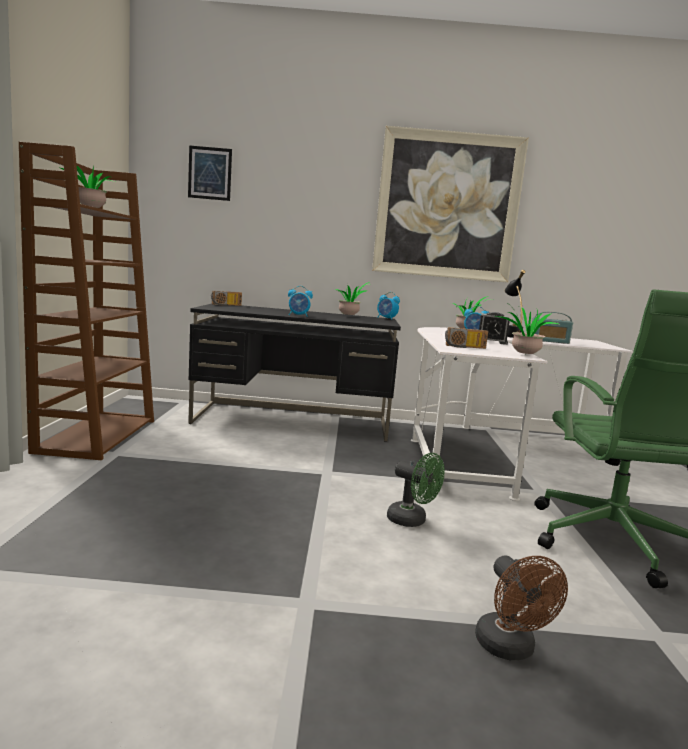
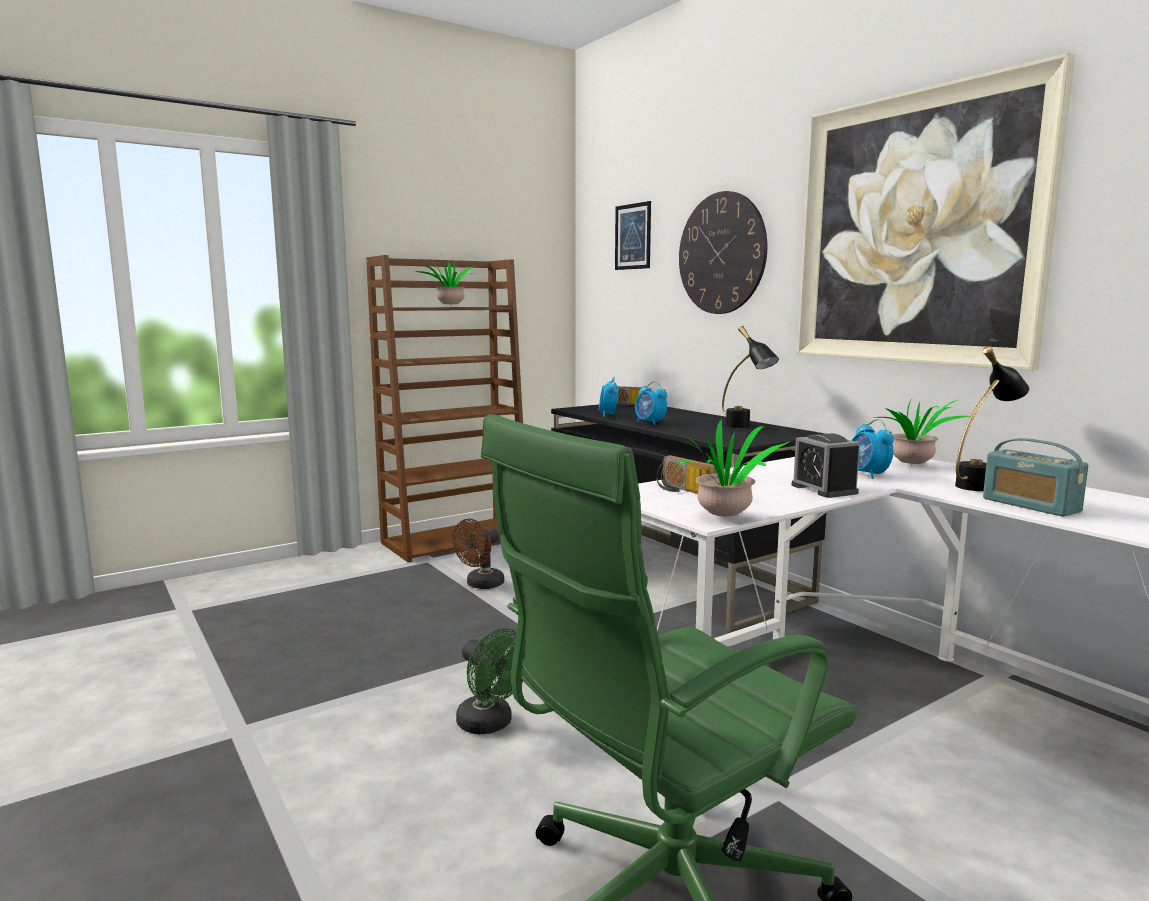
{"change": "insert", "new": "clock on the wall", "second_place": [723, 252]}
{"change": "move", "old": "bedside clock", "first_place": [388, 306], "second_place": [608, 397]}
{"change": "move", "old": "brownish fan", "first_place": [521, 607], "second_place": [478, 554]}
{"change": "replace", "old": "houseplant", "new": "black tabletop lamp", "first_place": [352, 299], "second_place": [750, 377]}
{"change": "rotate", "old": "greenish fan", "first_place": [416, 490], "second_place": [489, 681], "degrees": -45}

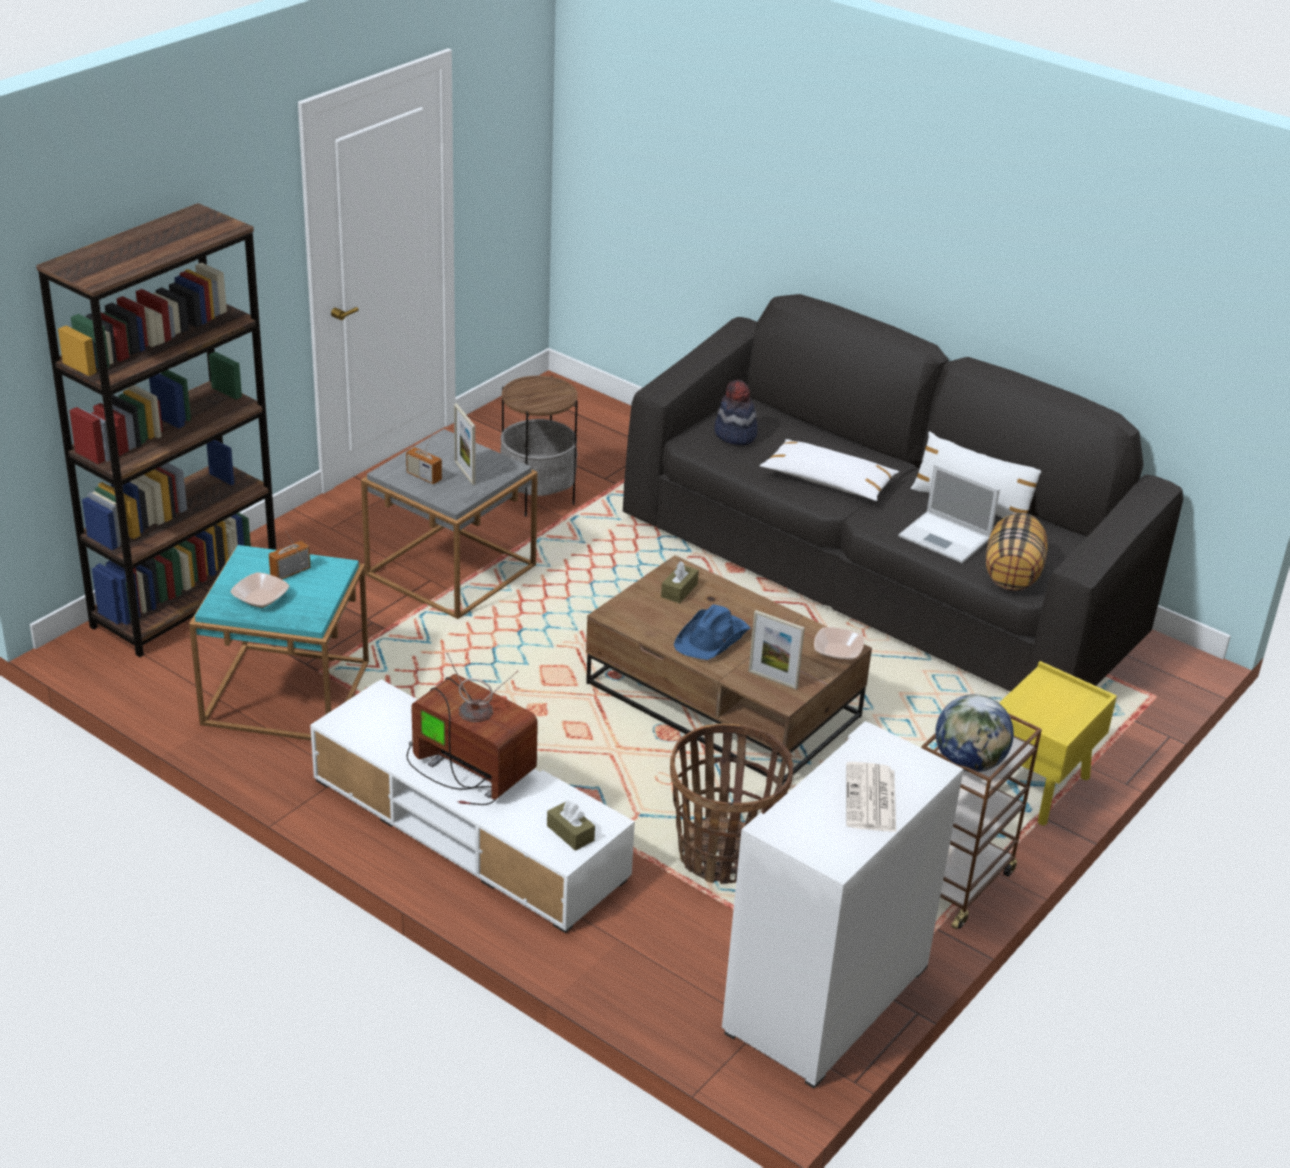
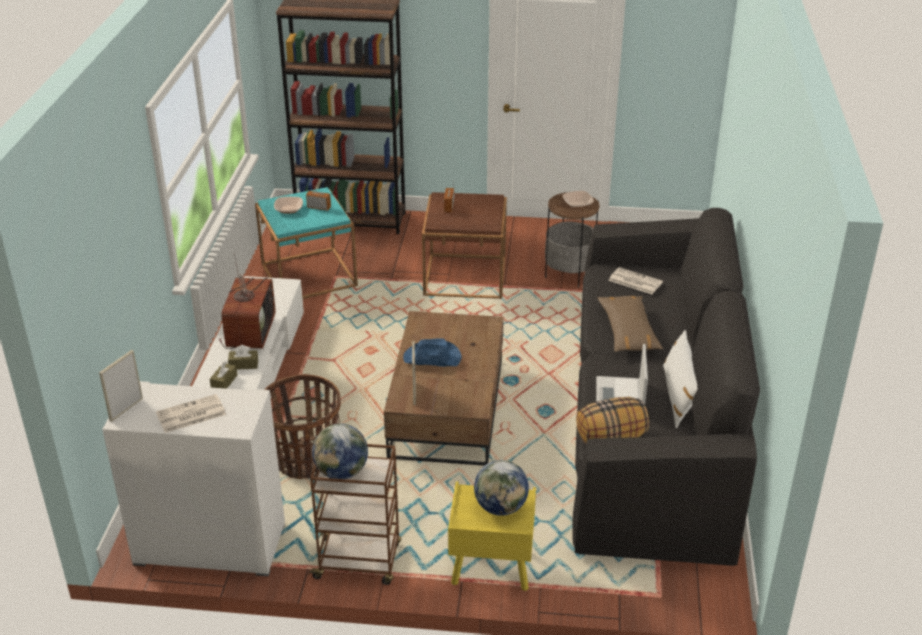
{"change": "insert", "new": "globe", "second_place": [501, 488]}
{"change": "move", "old": "standing frame", "first_place": [465, 444], "second_place": [121, 386]}
{"change": "move", "old": "brownish box of tissues", "first_place": [680, 582], "second_place": [243, 357]}
{"change": "move", "old": "deep dish", "first_place": [839, 644], "second_place": [578, 199]}
{"change": "replace", "old": "clothing hat", "new": "newspaper", "first_place": [735, 412], "second_place": [635, 280]}
{"change": "recolor", "old": "greyish accent table", "new": "brownish accent table", "first_place": [449, 524], "second_place": [464, 245]}
{"change": "recolor", "old": "white-coloured cushion", "new": "brownish cushion", "first_place": [829, 470], "second_place": [630, 324]}

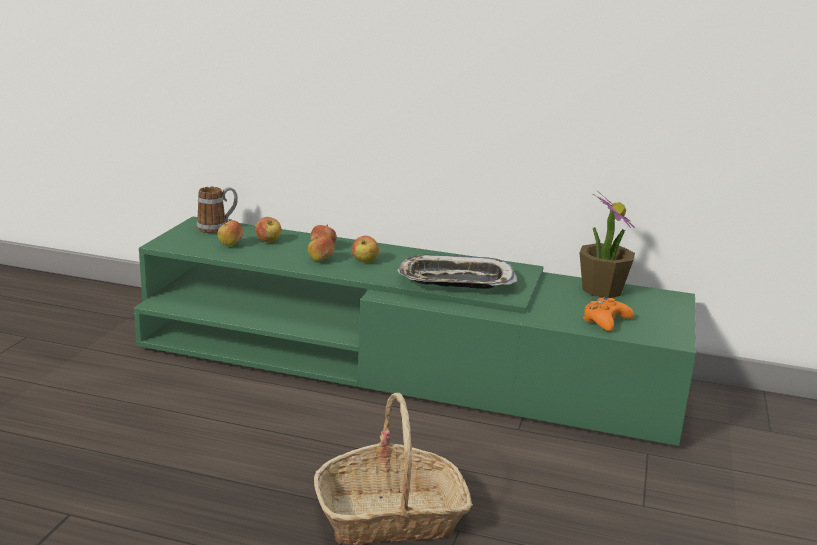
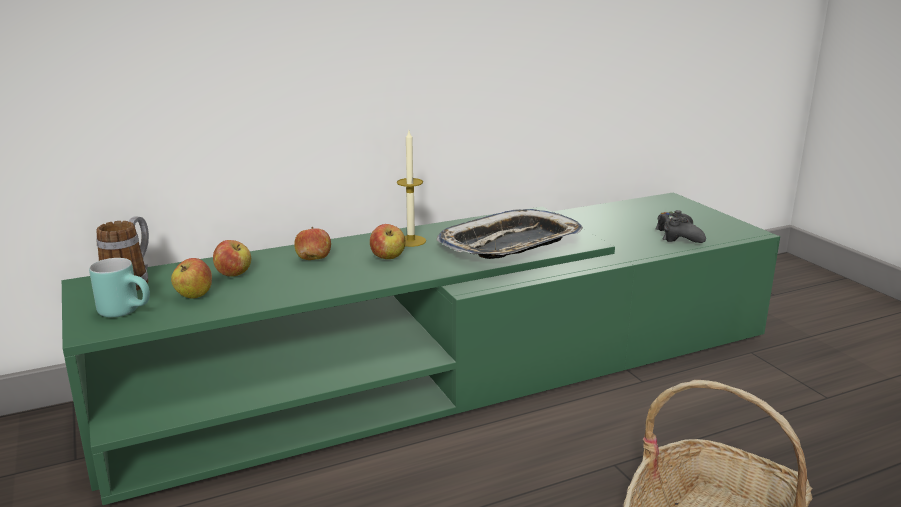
{"change": "delete", "old": "whole apple", "first_place": [321, 249]}
{"change": "delete", "old": "houseplant", "first_place": [607, 245]}
{"change": "insert", "new": "turquoise-coloured mug", "second_place": [119, 287]}
{"change": "insert", "new": "candle", "second_place": [411, 189]}
{"change": "recolor", "old": "orange joypad", "new": "black joypad", "first_place": [608, 314], "second_place": [680, 226]}

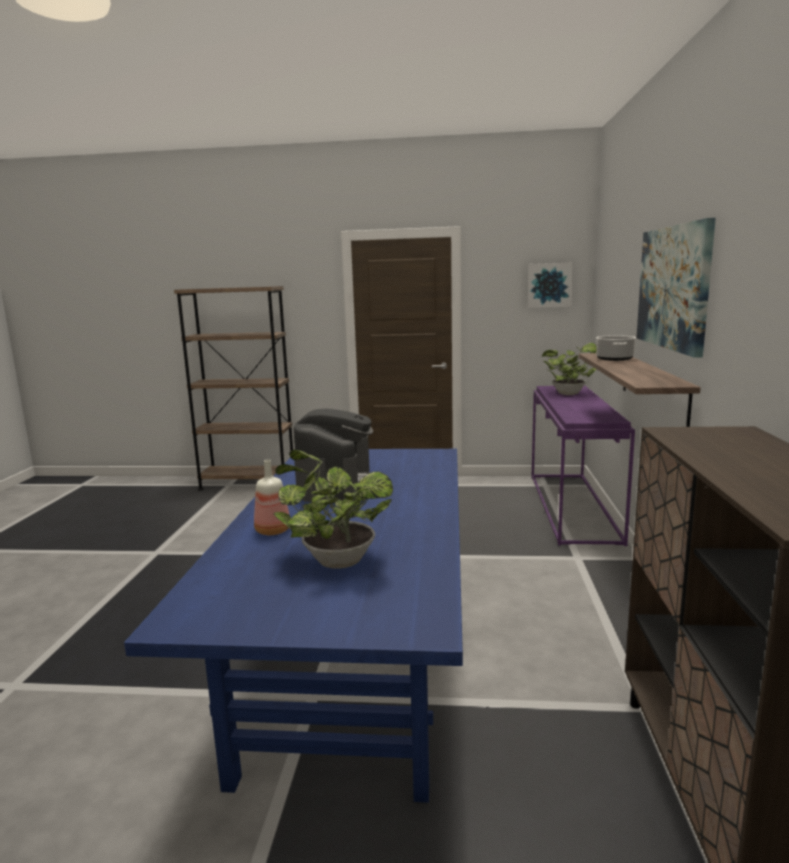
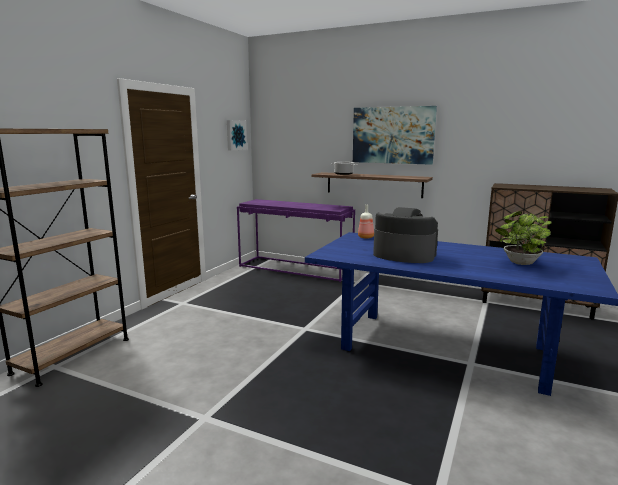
{"change": "delete", "old": "houseplant", "first_place": [569, 369]}
{"change": "move", "old": "drink bottle", "first_place": [272, 497], "second_place": [366, 222]}

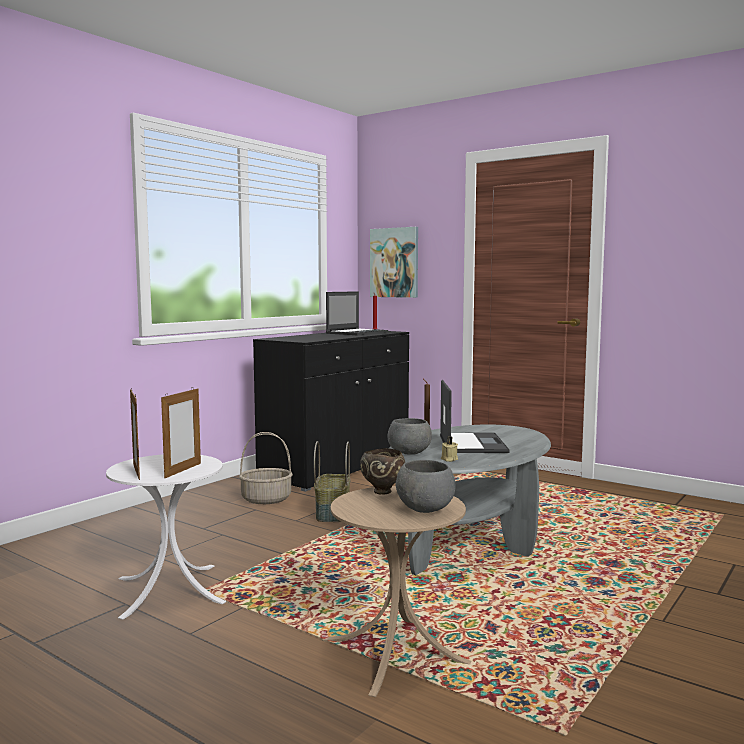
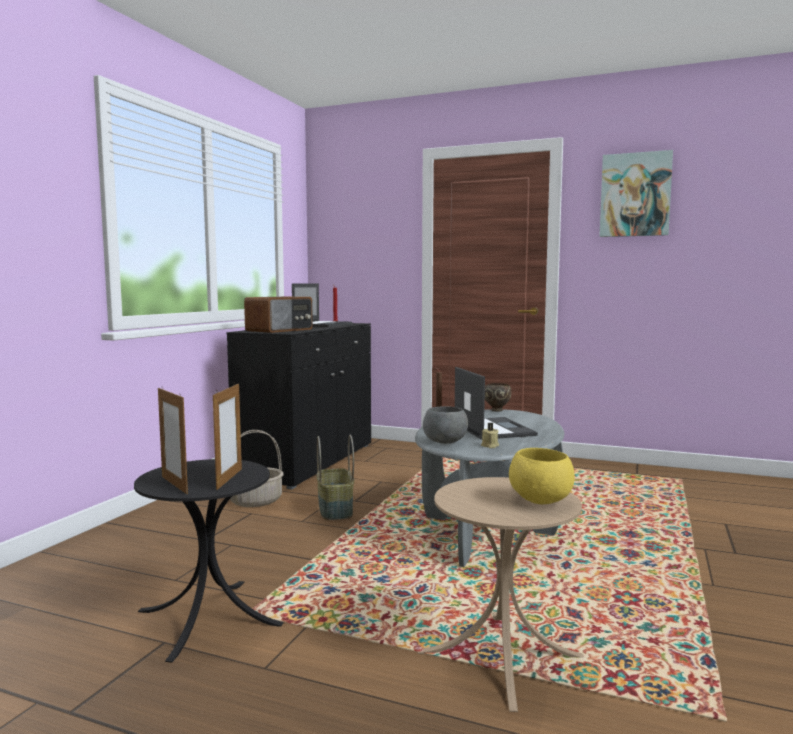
{"change": "insert", "new": "radio set", "second_place": [278, 315]}
{"change": "move", "old": "brownish deep dish", "first_place": [382, 471], "second_place": [498, 397]}
{"change": "move", "old": "wall picture", "first_place": [394, 262], "second_place": [636, 193]}
{"change": "recolor", "old": "white-coloured accent table", "new": "black accent table", "first_place": [166, 537], "second_place": [209, 561]}
{"change": "recolor", "old": "greyish deep dish", "new": "yellowish deep dish", "first_place": [426, 486], "second_place": [542, 476]}

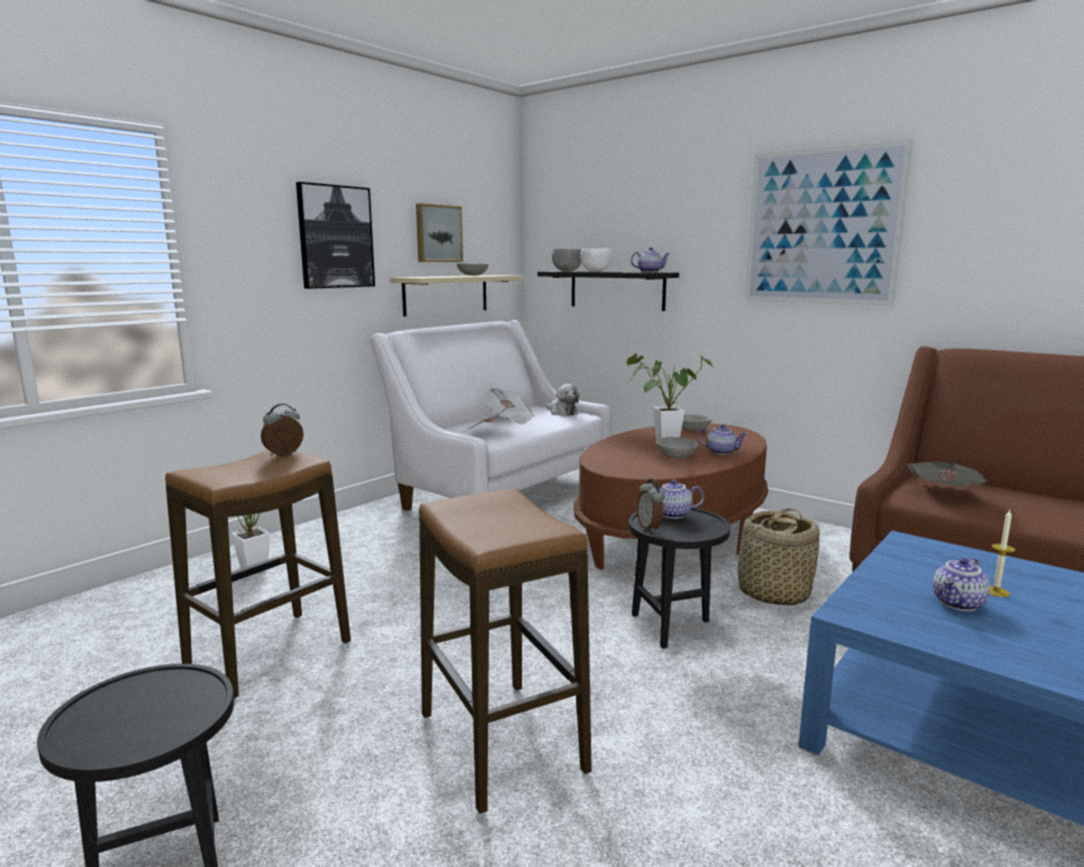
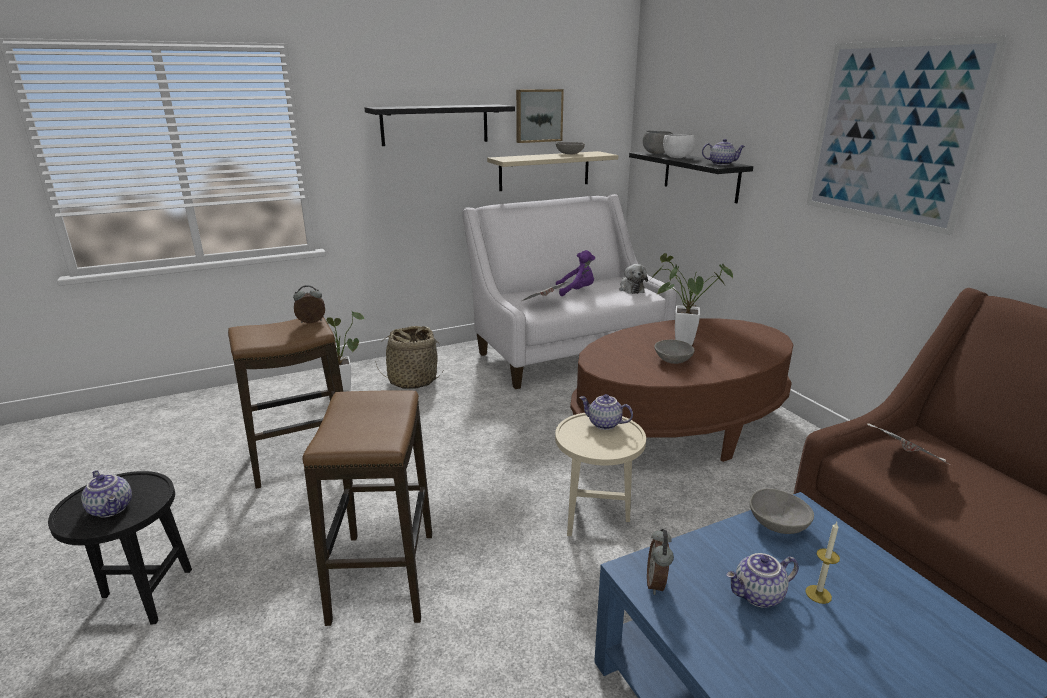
{"change": "move", "old": "bedside clock", "first_place": [651, 506], "second_place": [660, 562]}
{"change": "move", "old": "greyish deep dish", "first_place": [697, 422], "second_place": [782, 511]}
{"change": "move", "old": "tea pot", "first_place": [723, 439], "second_place": [106, 494]}
{"change": "move", "old": "basket", "first_place": [776, 557], "second_place": [409, 357]}
{"change": "replace", "old": "wall picture", "new": "black wall shelf", "first_place": [335, 235], "second_place": [440, 125]}
{"change": "replace", "old": "newspaper", "new": "purple cuddly toy", "first_place": [510, 406], "second_place": [575, 273]}
{"change": "recolor", "old": "black accent table", "new": "beige-coloured accent table", "first_place": [679, 578], "second_place": [600, 474]}

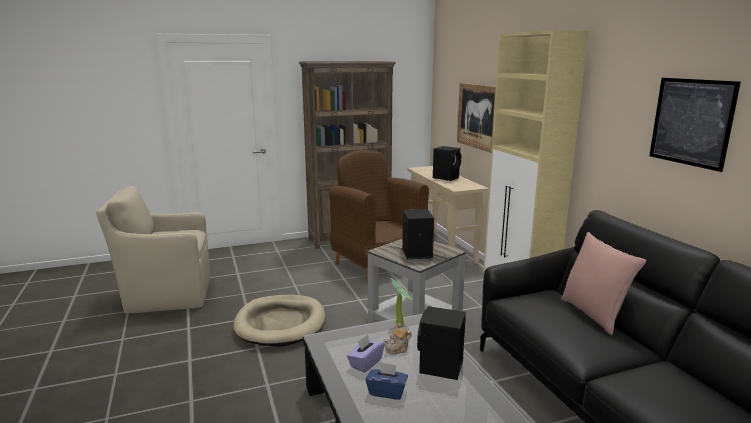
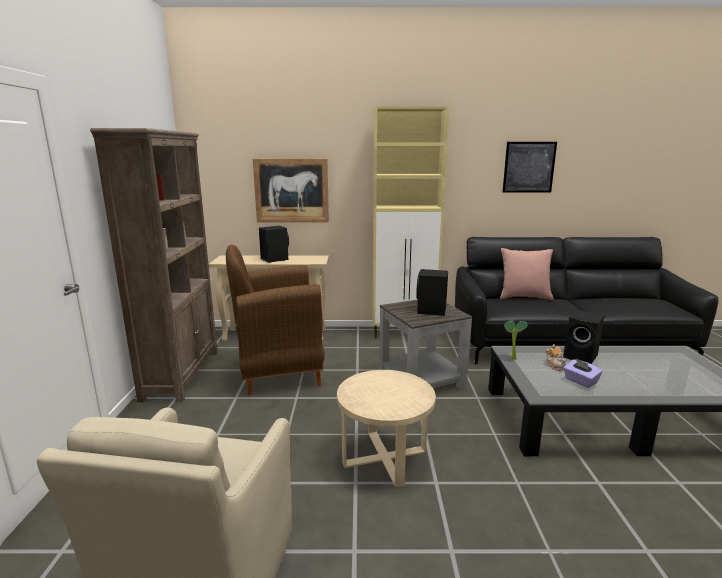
{"change": "delete", "old": "bluish box of tissues", "first_place": [386, 381]}
{"change": "replace", "old": "beige-coloured pet bed", "new": "beige-coloured accent table", "first_place": [279, 321], "second_place": [386, 428]}

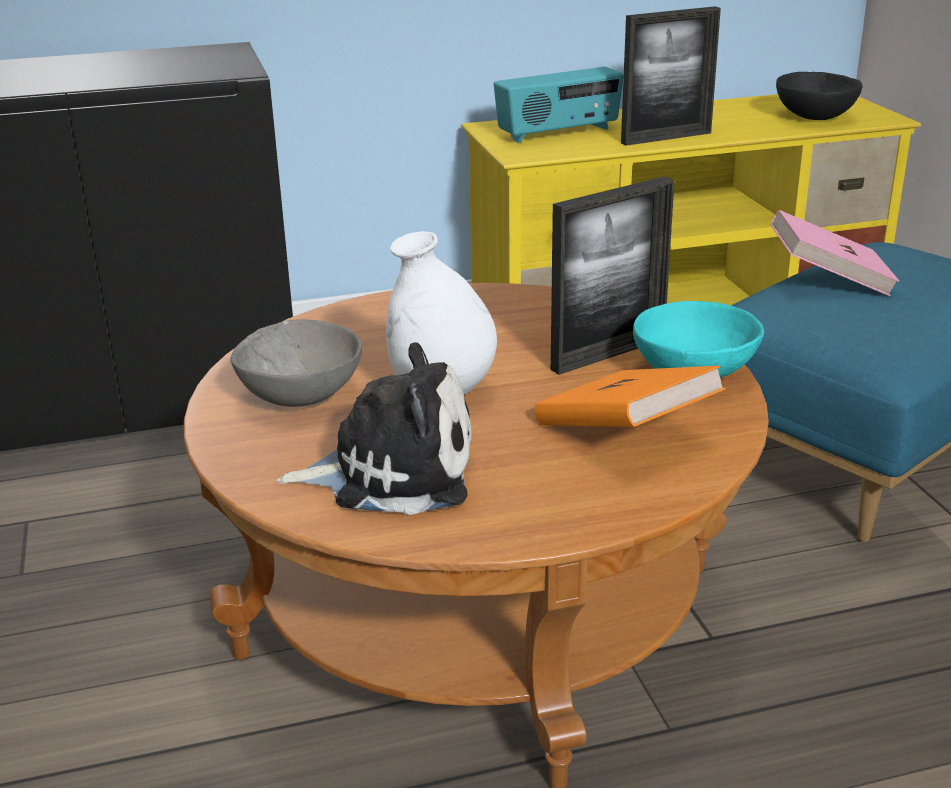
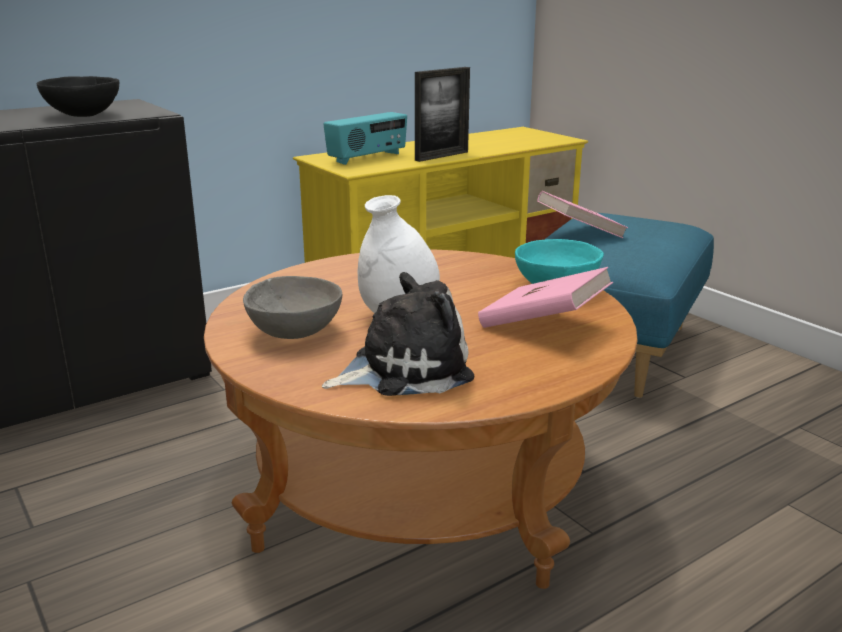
{"change": "delete", "old": "standing frame", "first_place": [613, 275]}
{"change": "move", "old": "black deep dish", "first_place": [819, 96], "second_place": [77, 96]}
{"change": "recolor", "old": "orange book", "new": "pink book", "first_place": [630, 396], "second_place": [545, 297]}

